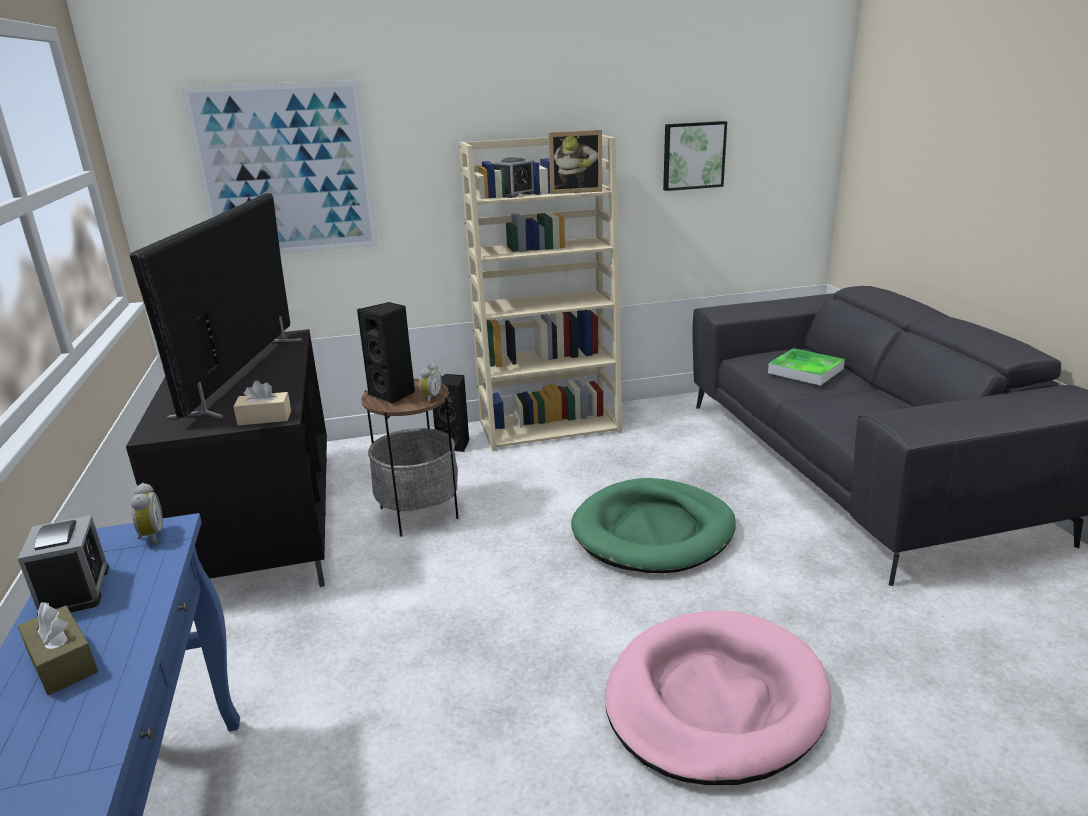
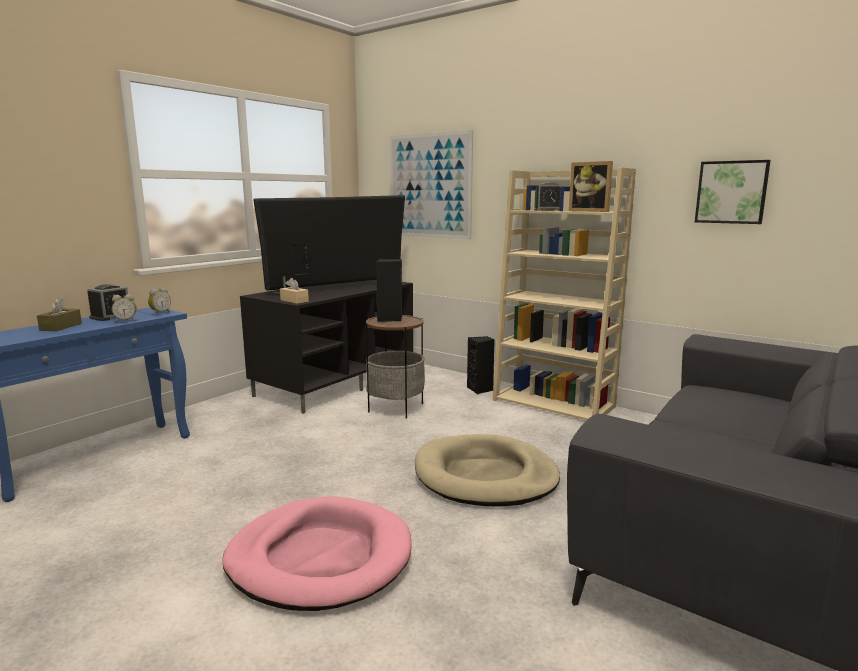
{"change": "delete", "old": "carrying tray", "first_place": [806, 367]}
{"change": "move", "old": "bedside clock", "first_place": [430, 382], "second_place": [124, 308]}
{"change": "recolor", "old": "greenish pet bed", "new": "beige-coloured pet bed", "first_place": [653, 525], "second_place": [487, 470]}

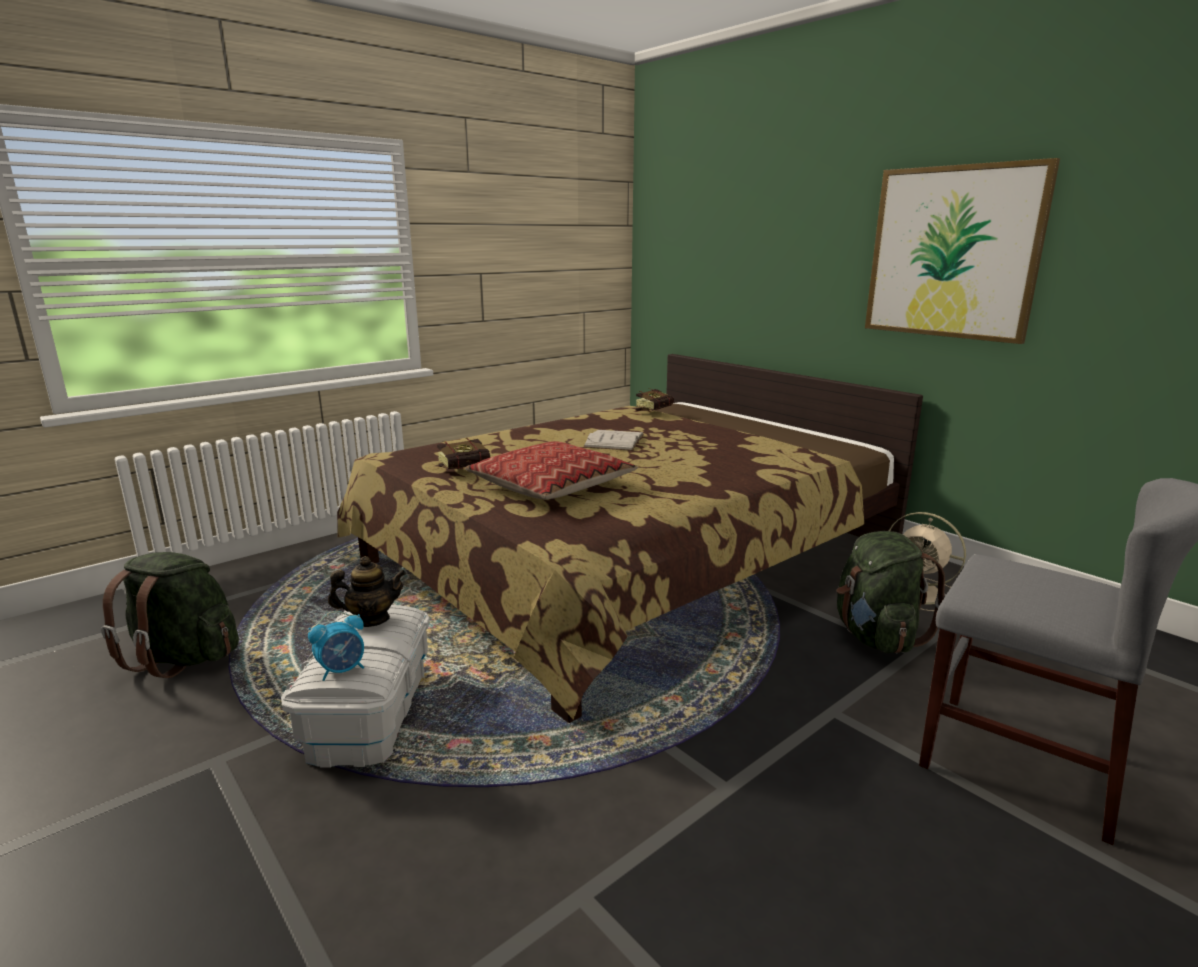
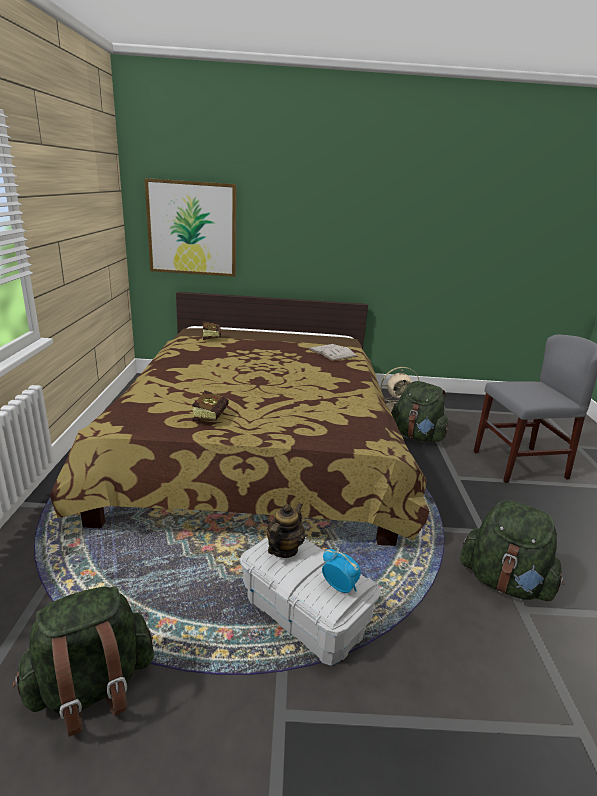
{"change": "delete", "old": "cushion", "first_place": [551, 470]}
{"change": "insert", "new": "greenish backpack", "second_place": [512, 550]}
{"change": "move", "old": "white-coloured book", "first_place": [613, 440], "second_place": [332, 352]}
{"change": "move", "old": "wall picture", "first_place": [962, 251], "second_place": [190, 227]}
{"change": "rotate", "old": "bedside clock", "first_place": [336, 646], "second_place": [341, 571], "degrees": -60}

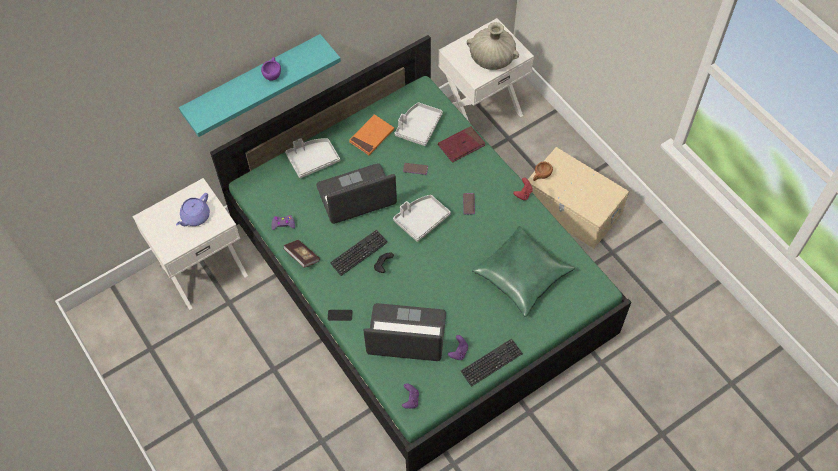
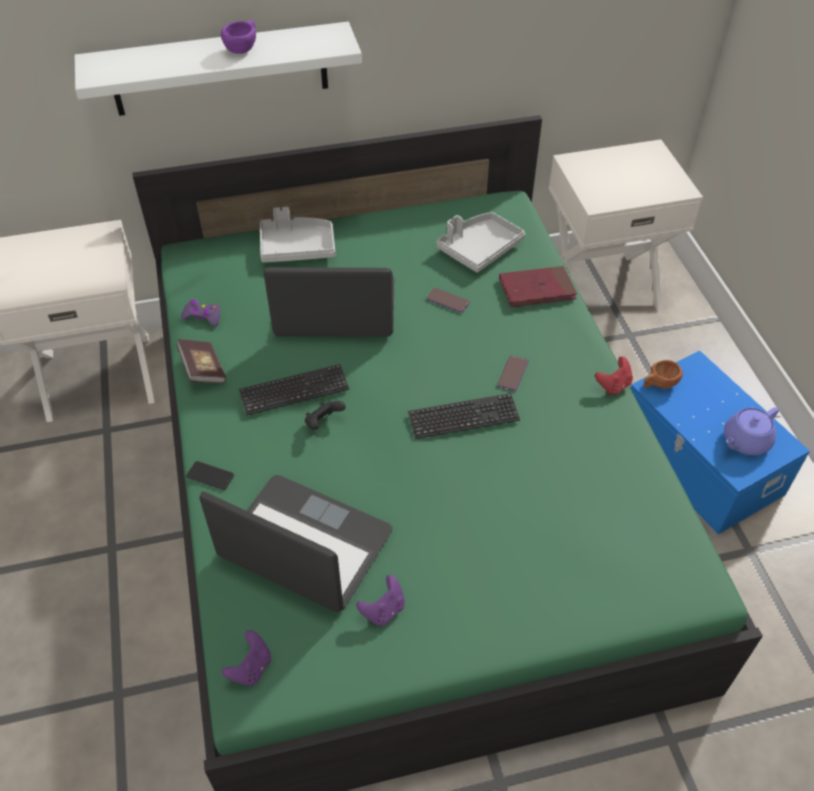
{"change": "delete", "old": "orange book", "first_place": [371, 134]}
{"change": "delete", "old": "greyish carrying tray", "first_place": [422, 218]}
{"change": "delete", "old": "beige-coloured flower vase", "first_place": [493, 46]}
{"change": "delete", "old": "greenish cushion", "first_place": [523, 271]}
{"change": "move", "old": "purple tea pot", "first_place": [193, 209], "second_place": [751, 431]}
{"change": "move", "old": "PC keyboard", "first_place": [492, 363], "second_place": [464, 416]}
{"change": "recolor", "old": "turquoise-coloured wall shelf", "new": "white-coloured wall shelf", "first_place": [260, 85], "second_place": [218, 69]}
{"change": "recolor", "old": "beige-coloured storage bin", "new": "bluish storage bin", "first_place": [578, 197], "second_place": [720, 442]}

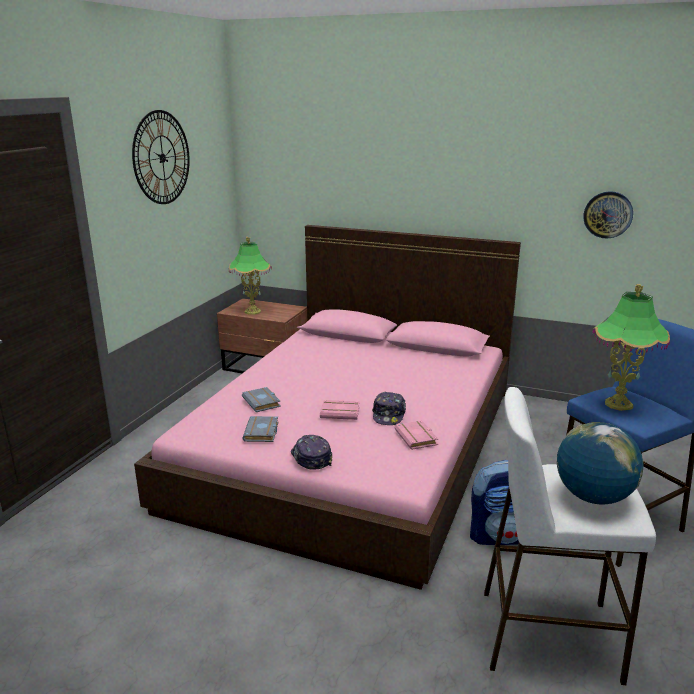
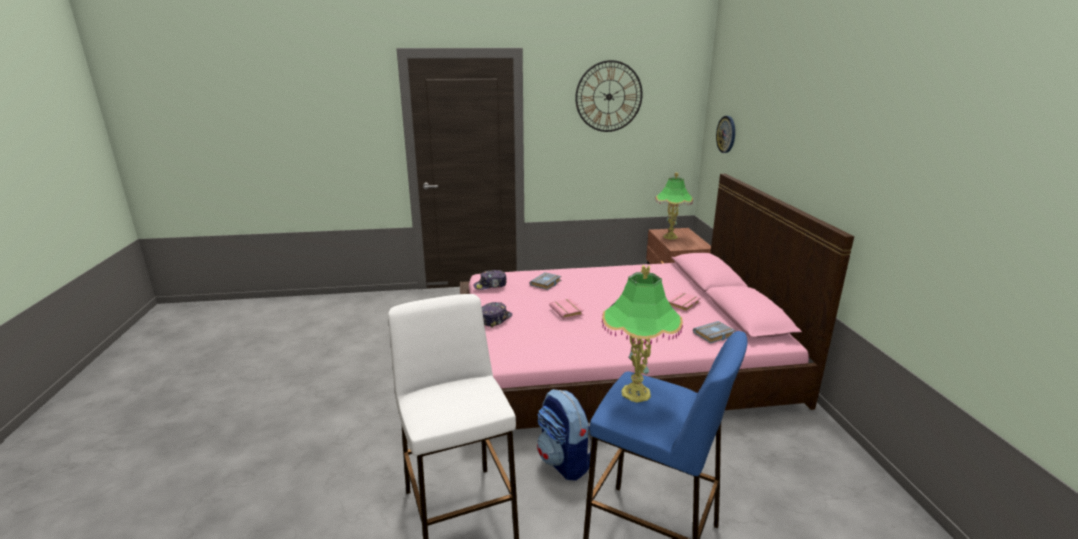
{"change": "delete", "old": "globe", "first_place": [600, 463]}
{"change": "move", "old": "greyish book", "first_place": [260, 429], "second_place": [714, 332]}
{"change": "move", "old": "cap", "first_place": [389, 408], "second_place": [490, 280]}
{"change": "move", "old": "pink book", "first_place": [416, 435], "second_place": [684, 302]}
{"change": "move", "old": "clock on the wall", "first_place": [608, 214], "second_place": [725, 134]}

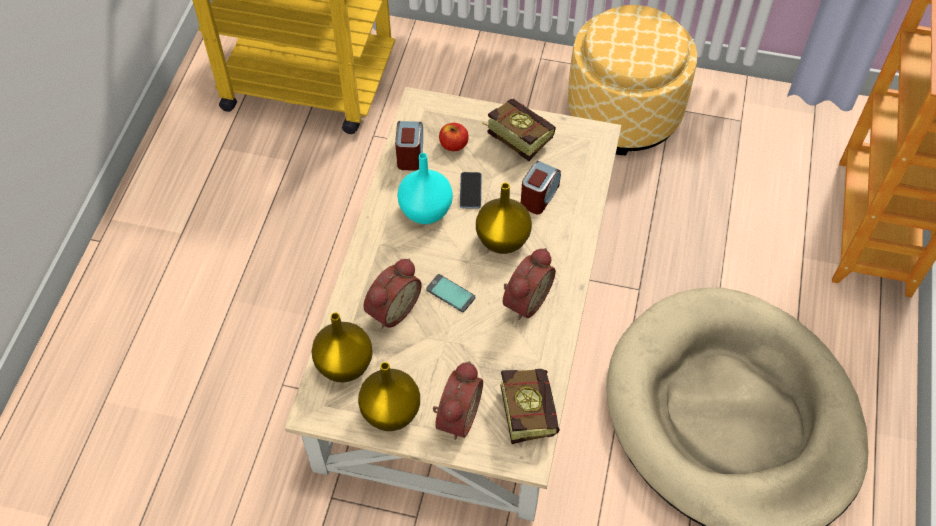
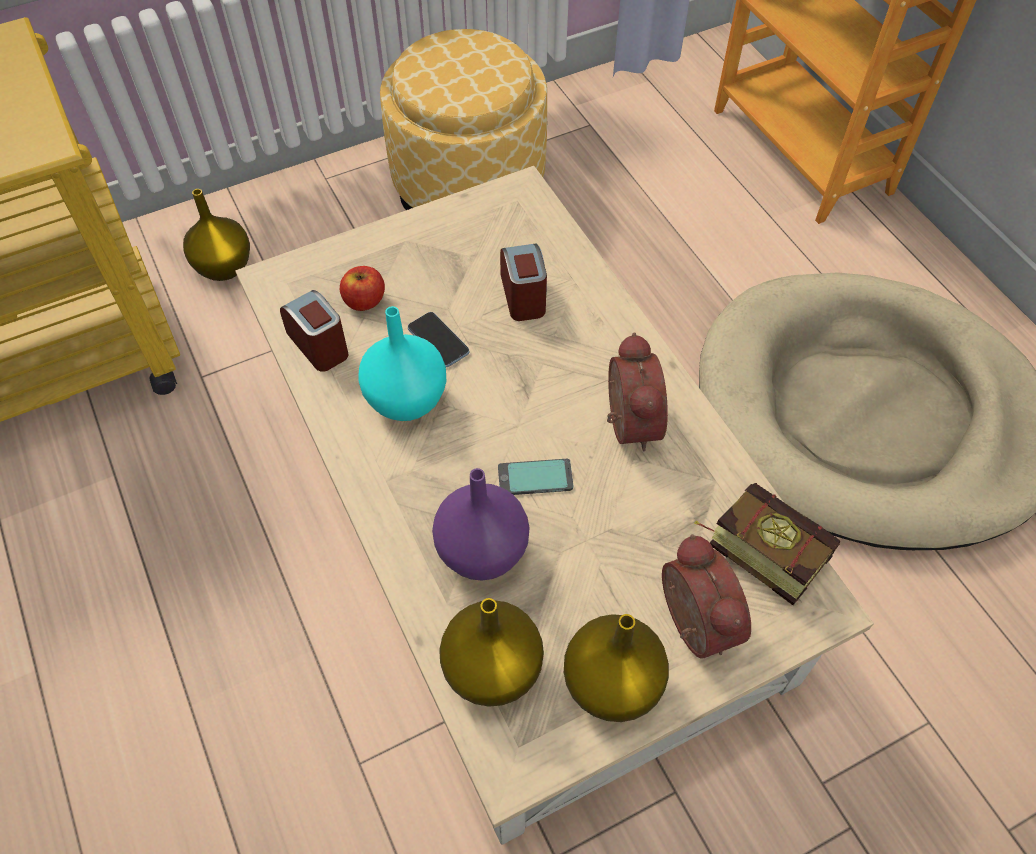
{"change": "delete", "old": "book", "first_place": [519, 130]}
{"change": "move", "old": "yellowish flower vase", "first_place": [504, 218], "second_place": [216, 235]}
{"change": "replace", "old": "bedside clock", "new": "purple flower vase", "first_place": [392, 293], "second_place": [480, 524]}

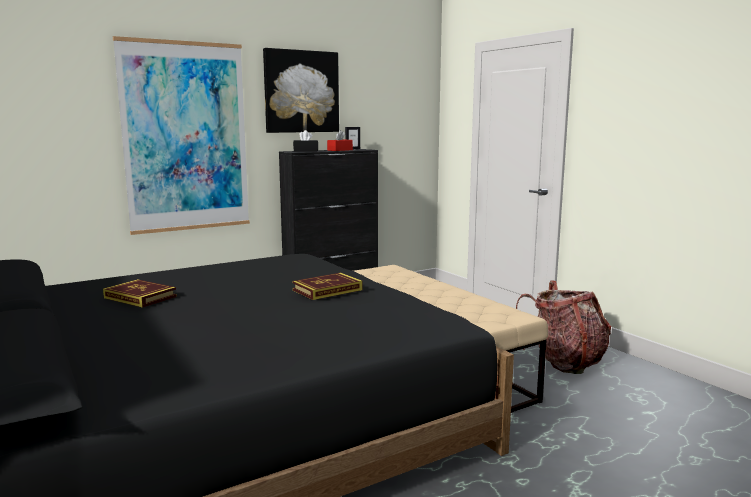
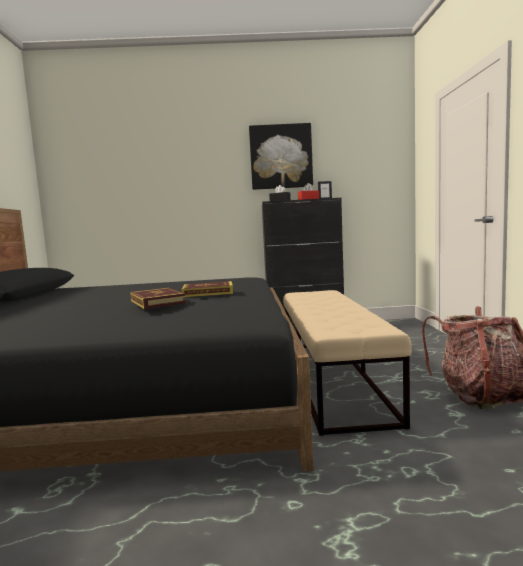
{"change": "delete", "old": "wall picture", "first_place": [181, 135]}
{"change": "move", "old": "book", "first_place": [140, 293], "second_place": [158, 298]}

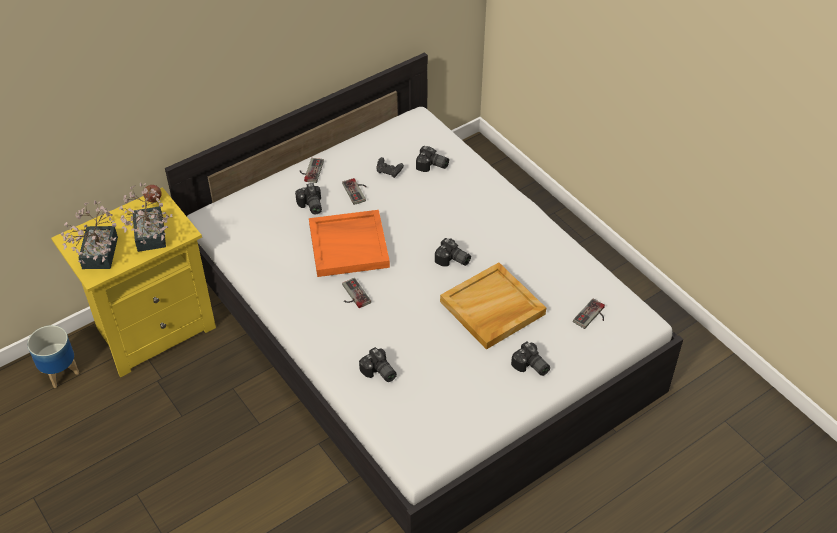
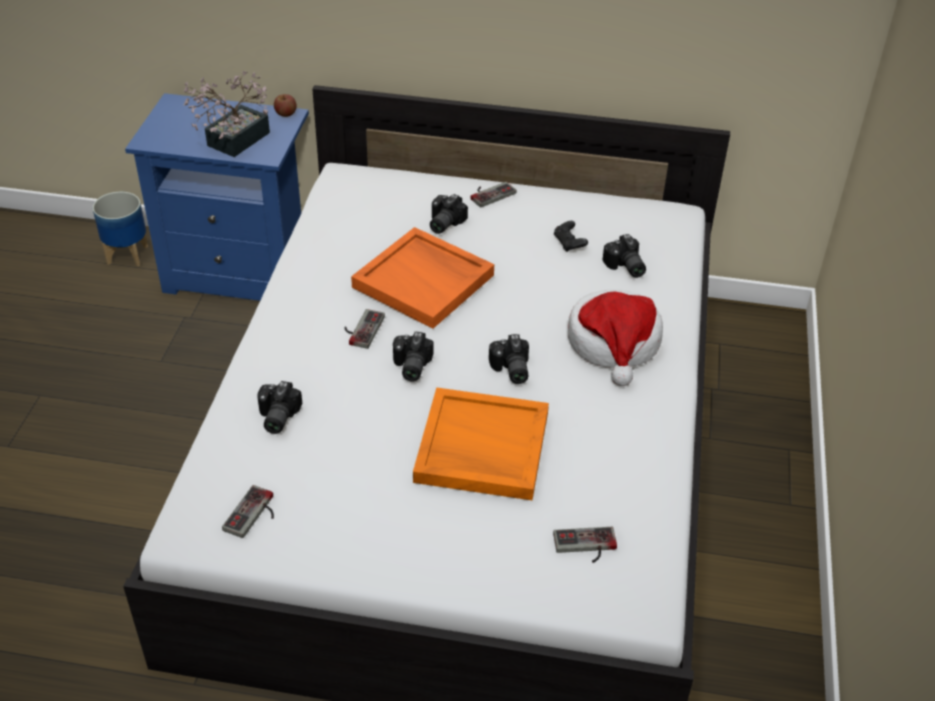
{"change": "delete", "old": "houseplant", "first_place": [89, 234]}
{"change": "insert", "new": "clothing hat", "second_place": [615, 337]}
{"change": "move", "old": "joypad", "first_place": [354, 191], "second_place": [248, 511]}
{"change": "move", "old": "photo camera", "first_place": [530, 359], "second_place": [413, 356]}
{"change": "recolor", "old": "yellowish bedside table", "new": "bluish bedside table", "first_place": [133, 282], "second_place": [217, 197]}
{"change": "recolor", "old": "beige-coloured carrying tray", "new": "orange carrying tray", "first_place": [493, 306], "second_place": [481, 443]}

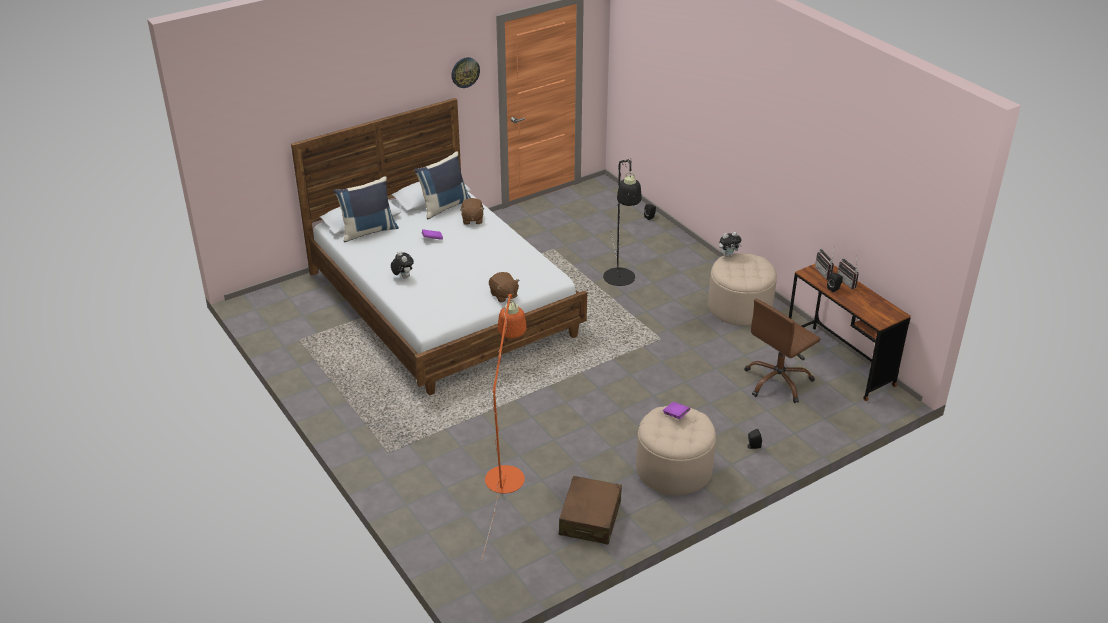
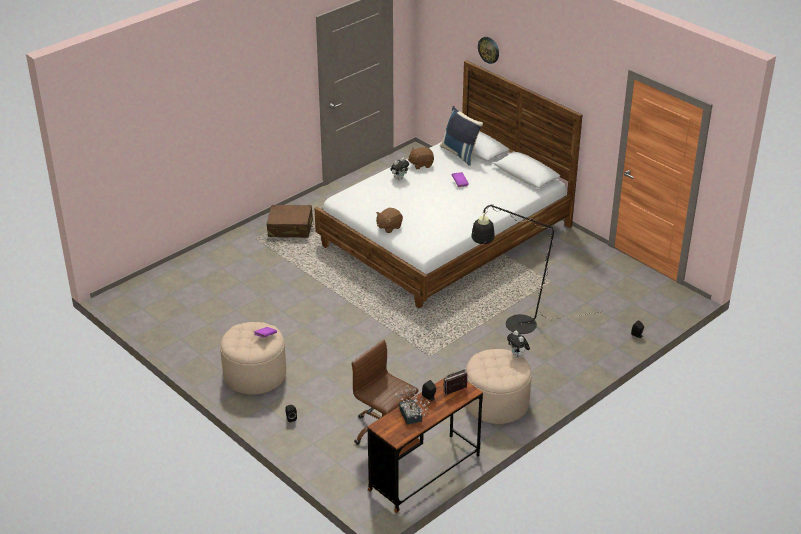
{"change": "delete", "old": "bluish cushion", "first_place": [442, 185]}
{"change": "delete", "old": "orange standard lamp", "first_place": [503, 427]}
{"change": "delete", "old": "radio set", "first_place": [848, 273]}
{"change": "insert", "new": "houseplant", "second_place": [412, 405]}
{"change": "move", "old": "clock on the wall", "first_place": [466, 72], "second_place": [488, 50]}
{"change": "move", "old": "brownish cuddly toy", "first_place": [472, 211], "second_place": [421, 158]}
{"change": "move", "old": "brownish piece of luggage", "first_place": [590, 510], "second_place": [290, 221]}

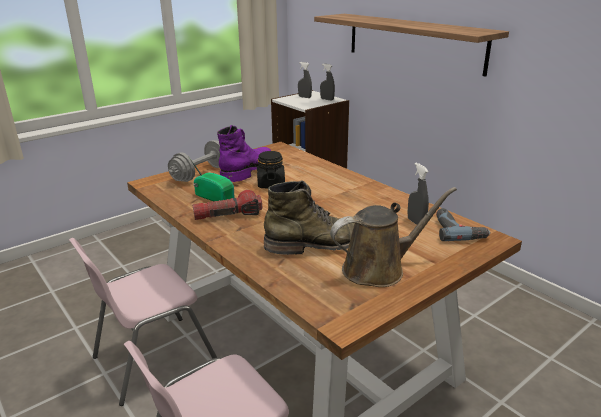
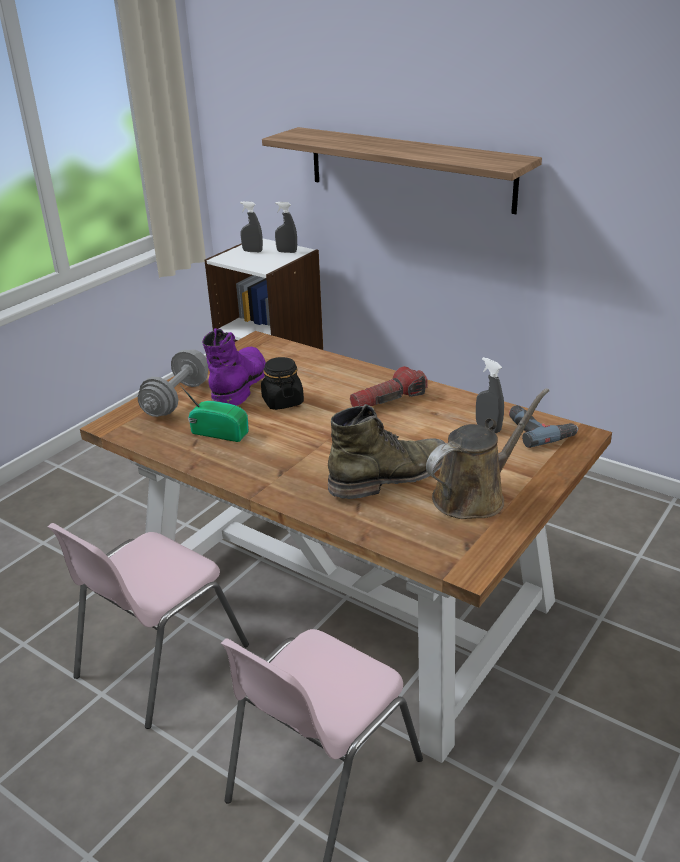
{"change": "move", "old": "flashlight", "first_place": [227, 205], "second_place": [389, 386]}

